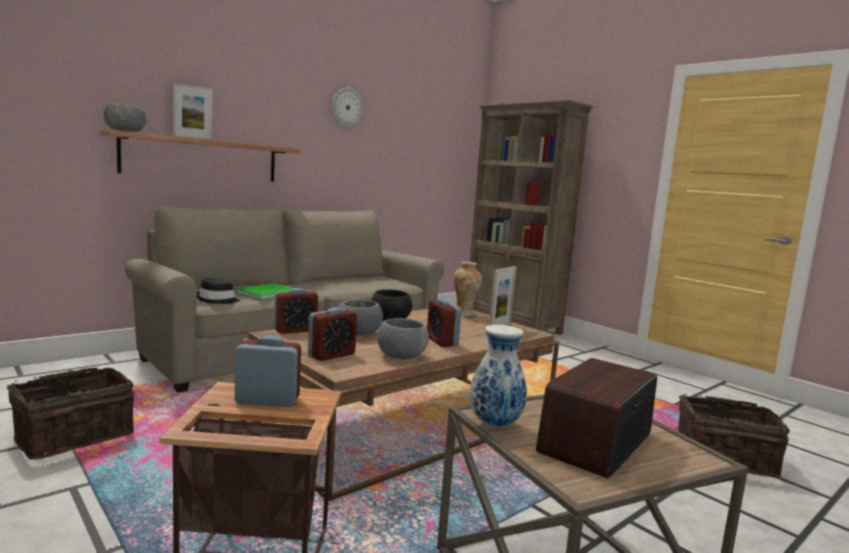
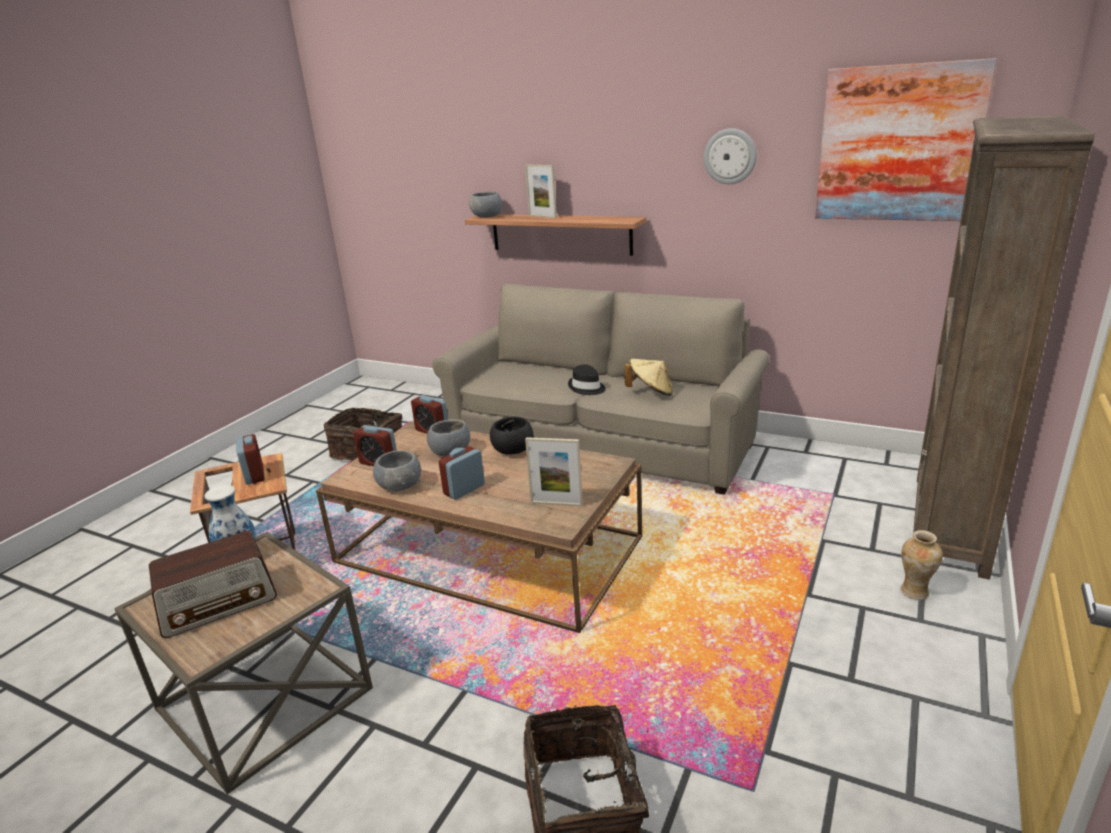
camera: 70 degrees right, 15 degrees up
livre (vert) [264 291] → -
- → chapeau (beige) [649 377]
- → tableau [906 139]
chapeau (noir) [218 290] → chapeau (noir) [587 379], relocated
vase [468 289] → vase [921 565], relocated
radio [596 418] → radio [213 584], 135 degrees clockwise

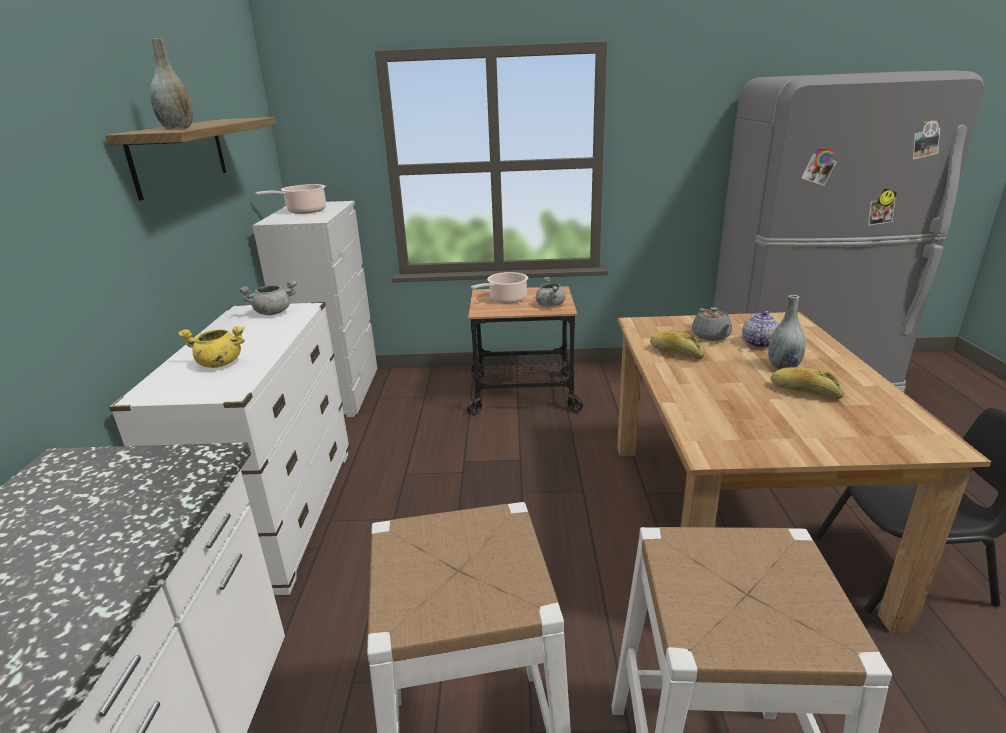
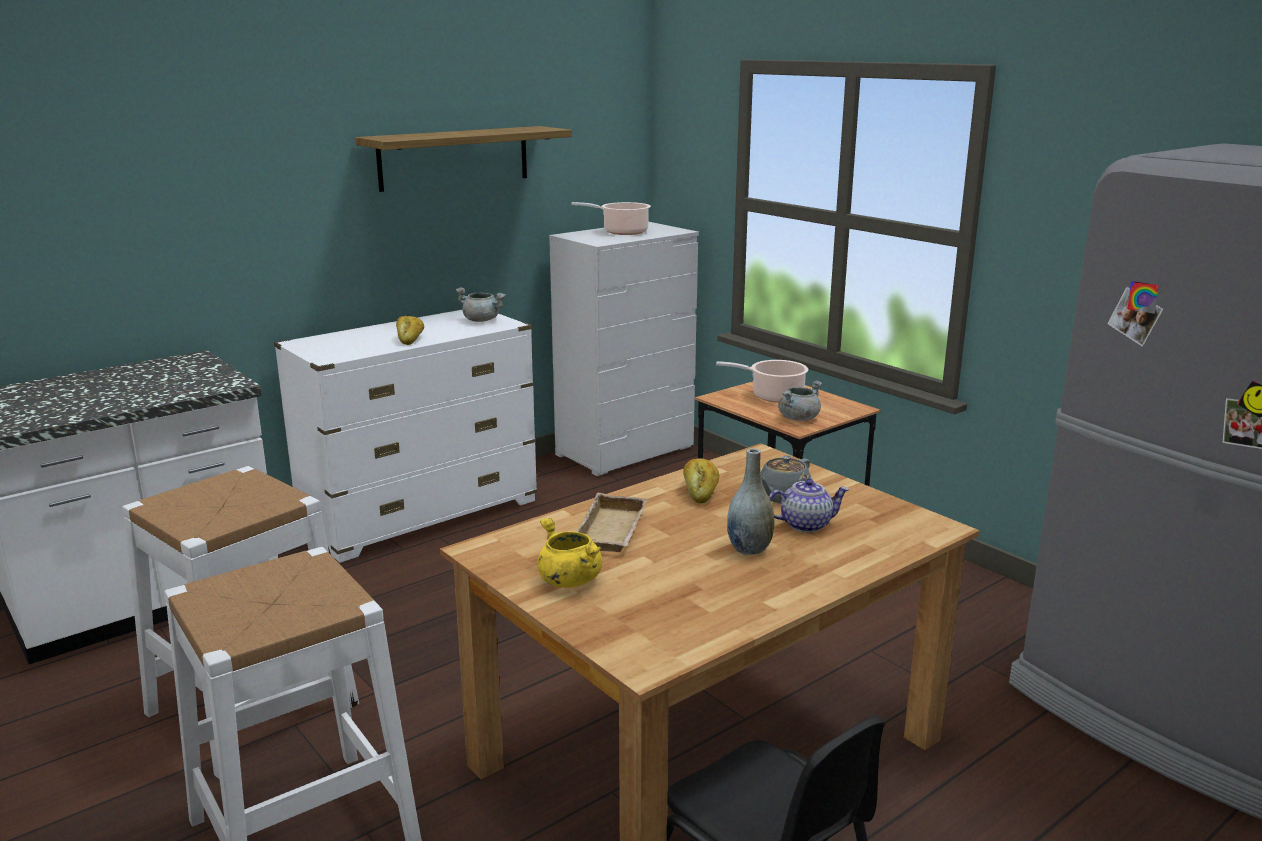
camera: 50 degrees right, 5 degrees down
vase (gris) [171 83] → -
- → plateau (beige) [612 522]
marmite (jaune) [211 347] → marmite (jaune) [569 553], relocated
pain [807 383] → pain [410 330], relocated

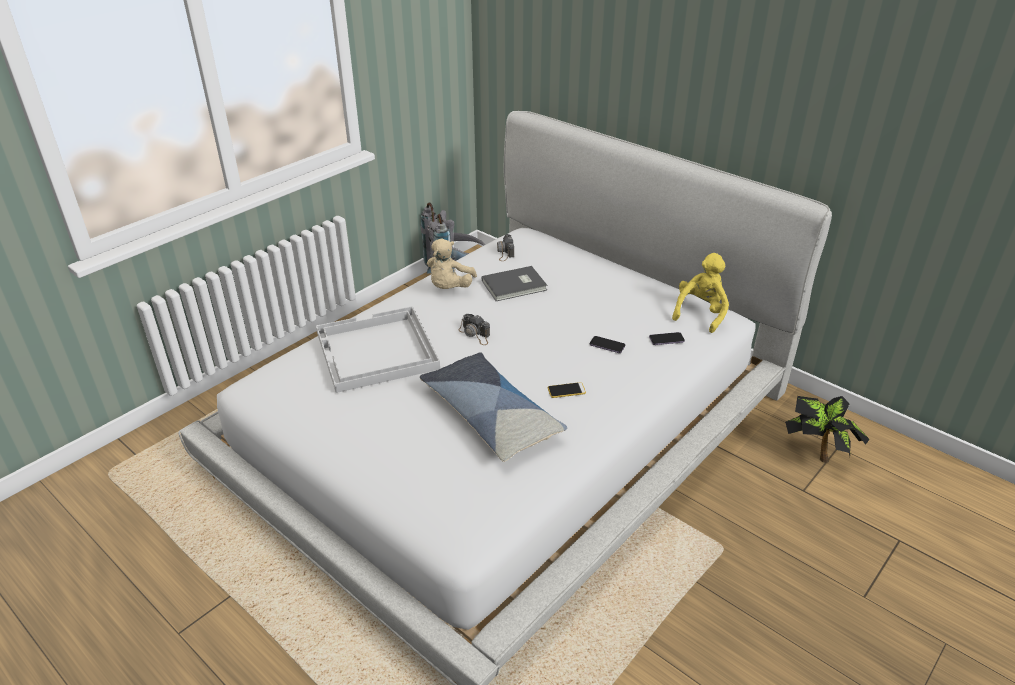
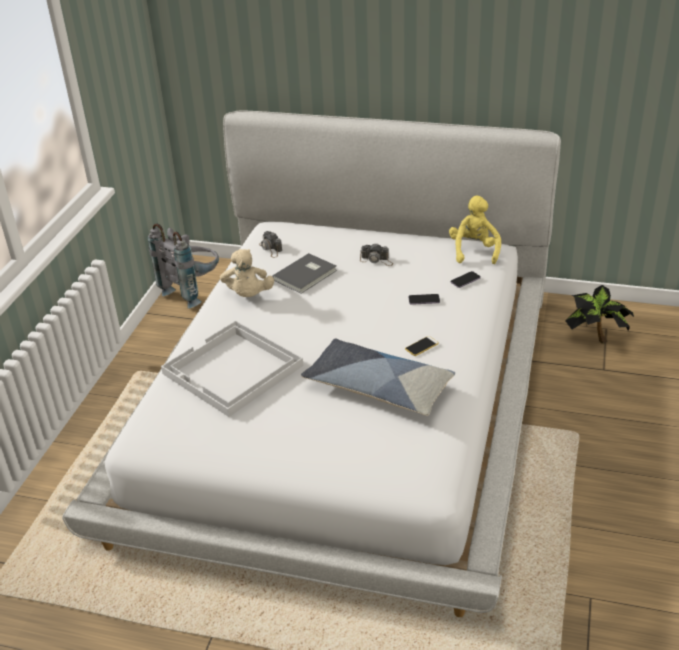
camera: 25 degrees left, 0 degrees up
appareil photo [474 329] → appareil photo [376 254], relocated

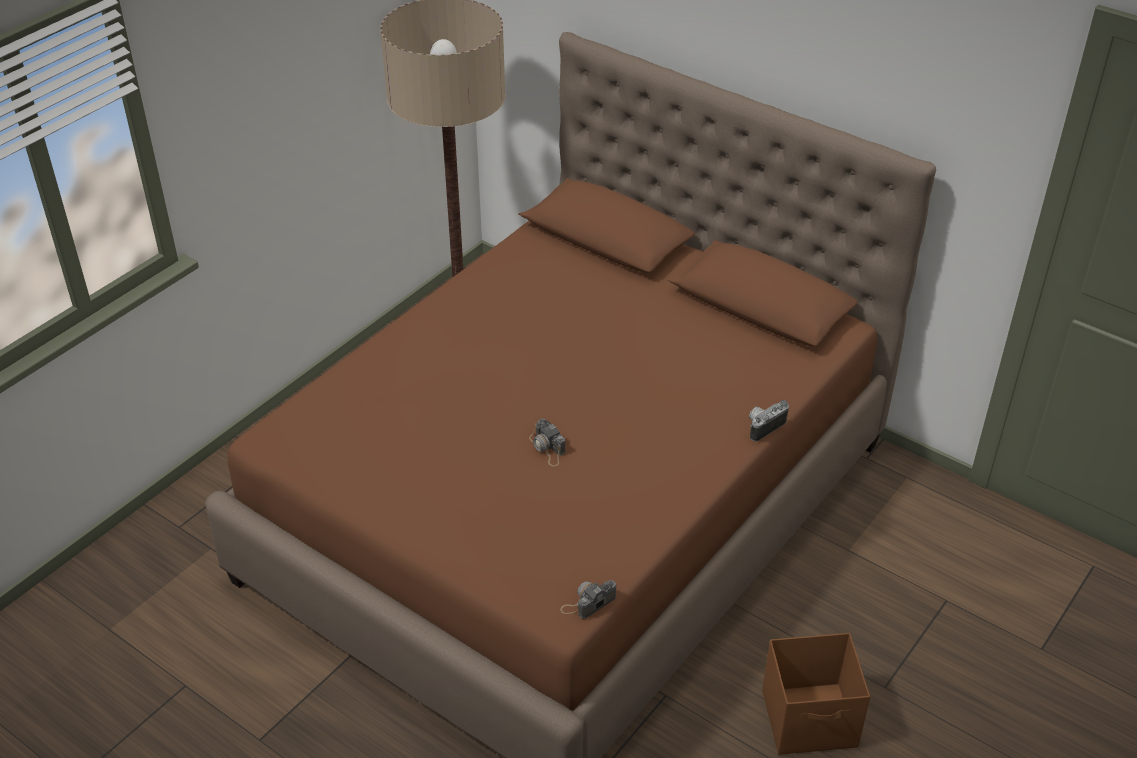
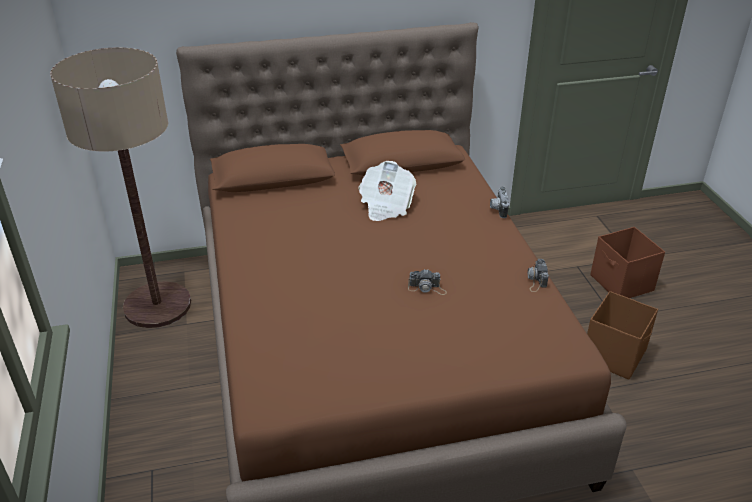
camera: 50 degrees left, 5 degrees down
- → journal [387 191]
- → boîte de rangement (marron) [627 262]
appareil photo [588 599] → appareil photo [538 275], relocated

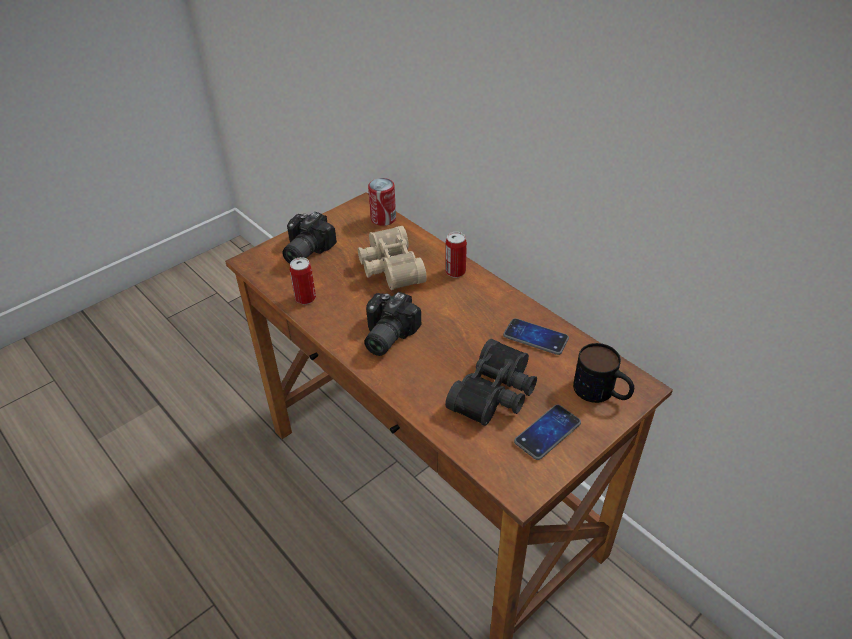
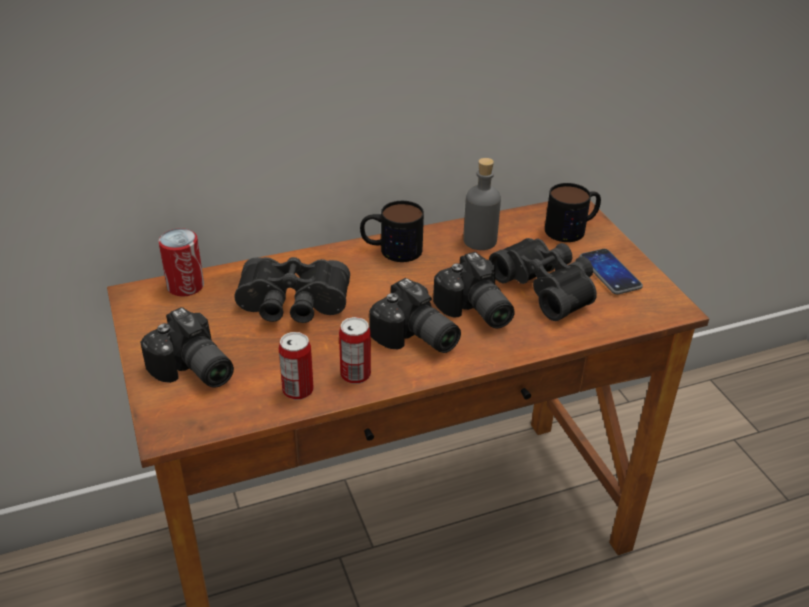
camera: 70 degrees left, 5 degrees down
- → mug [392 231]
- → appareil photo [474 290]
boîte métallique [456 255] → boîte métallique [355 350], relocated
téléphone [536 336] → bouteille (gris) [482 204]
jumelles (beige) [392 258] → jumelles (noir) [292 290]

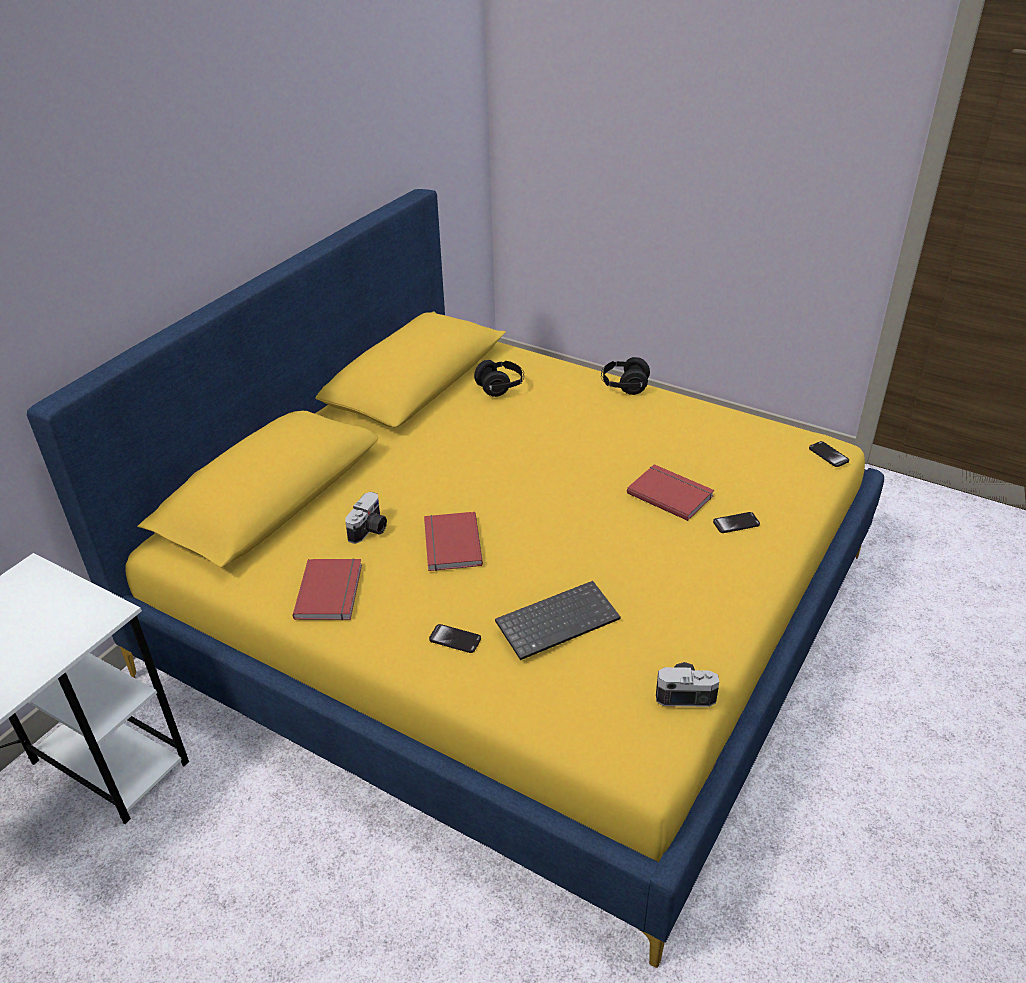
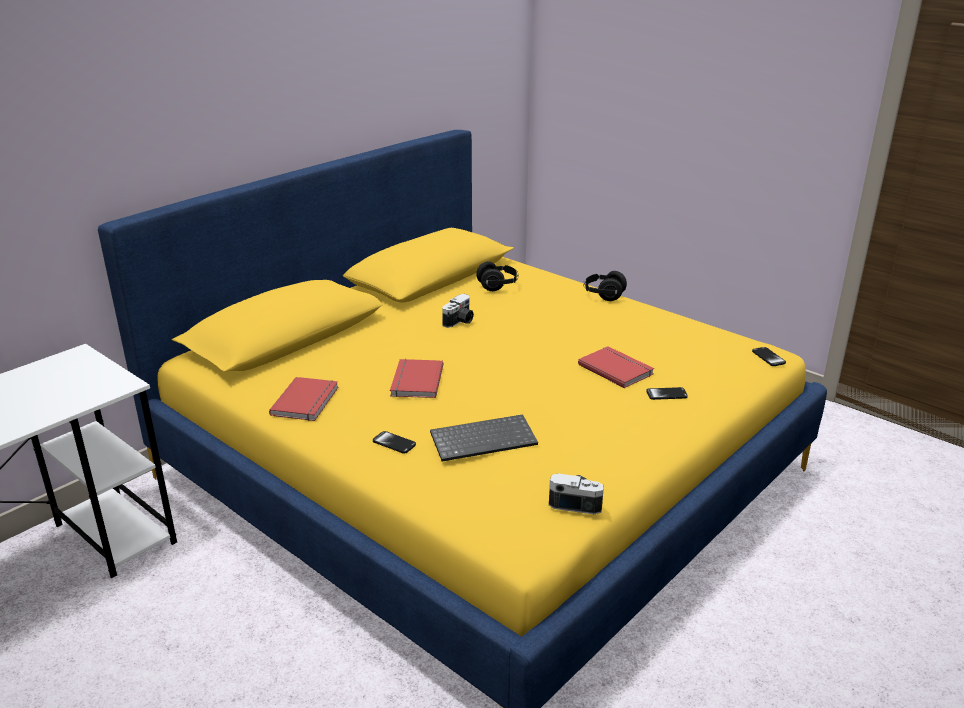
camera: 10 degrees right, 10 degrees down
appareil photo [366 518] → appareil photo [458 311], relocated

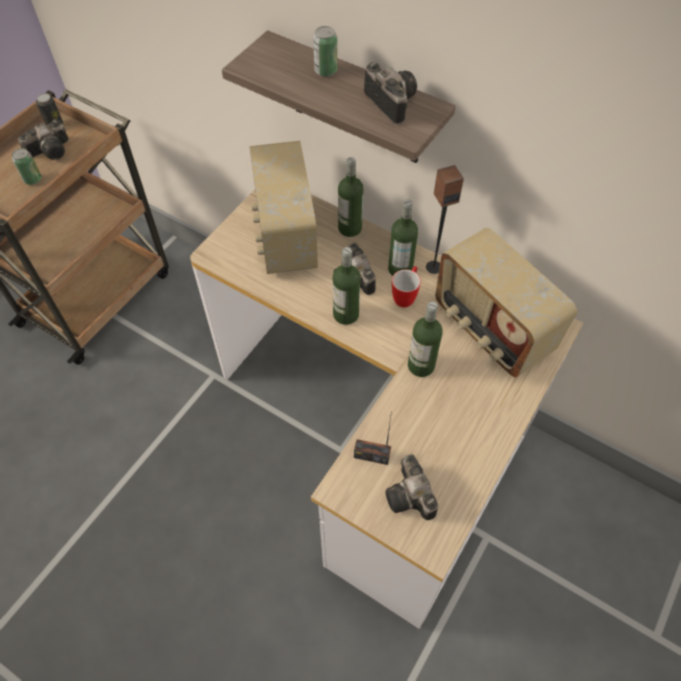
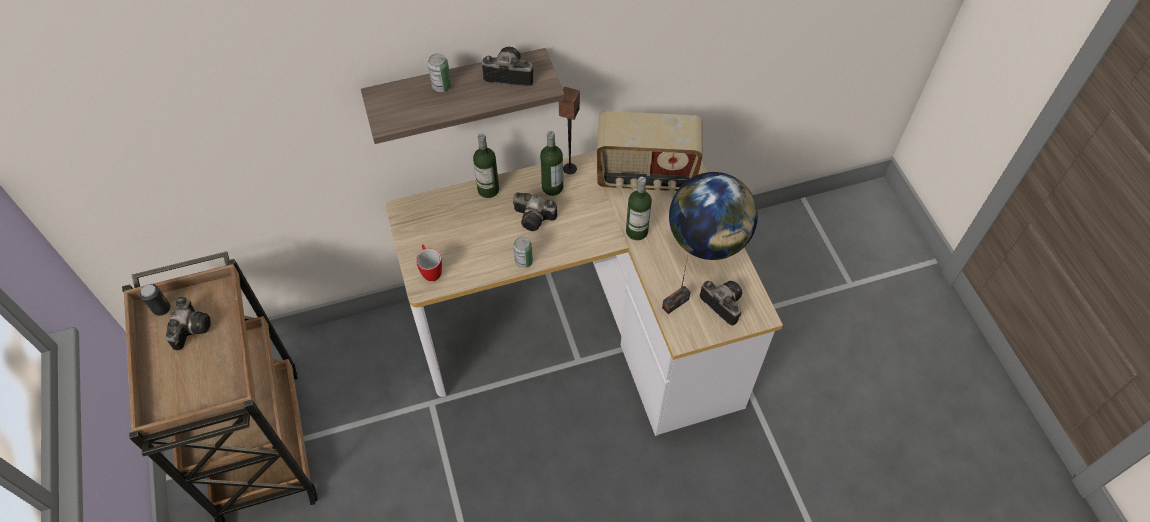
camera: 50 degrees left, 0 degrees up
radio [284 207] → -
bouteille [346 286] → -
- → globe [713 216]
boîte métallique [27 166] → boîte métallique [523 252], relocated
mug [406 286] → mug [429 262], relocated
appareil photo [411 487] → appareil photo [721 303], 150 degrees counterclockwise

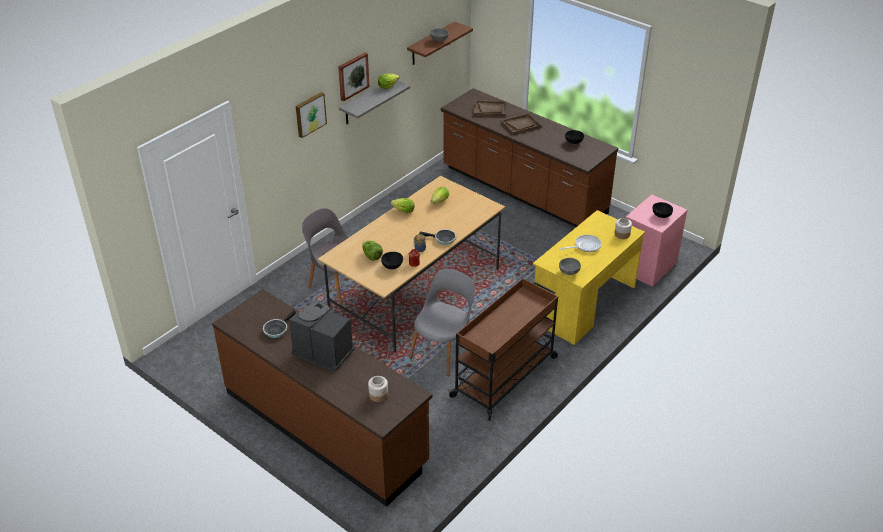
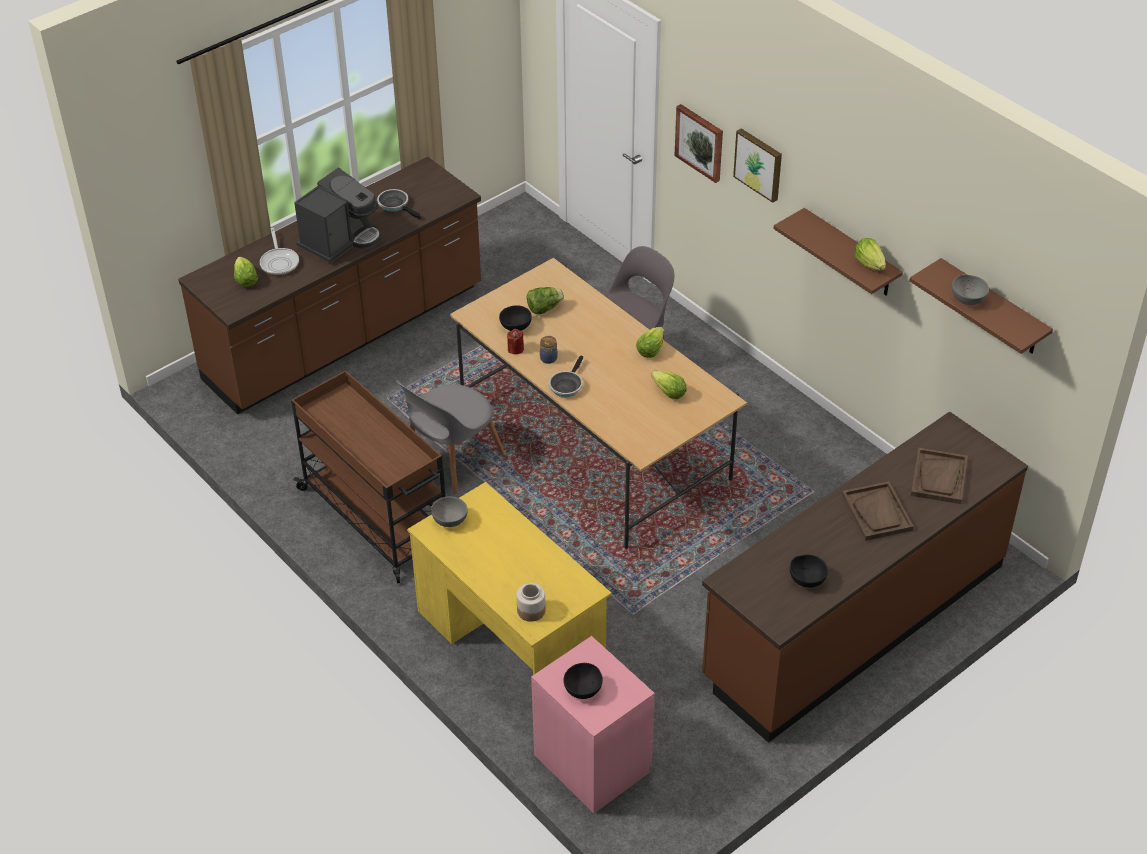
camera: 100 degrees right, 5 degrees up
tableau [354 77] → tableau [699 143], relocated
poêle [581 243] → poêle [279 251], relocated
bocal [378 389] → laitue [246 272]
étagère (gris) [374 102] → étagère (marron) [838 252]
chaise (gris) [442 322] → chaise (gris) [450 437], 90 degrees clockwise

